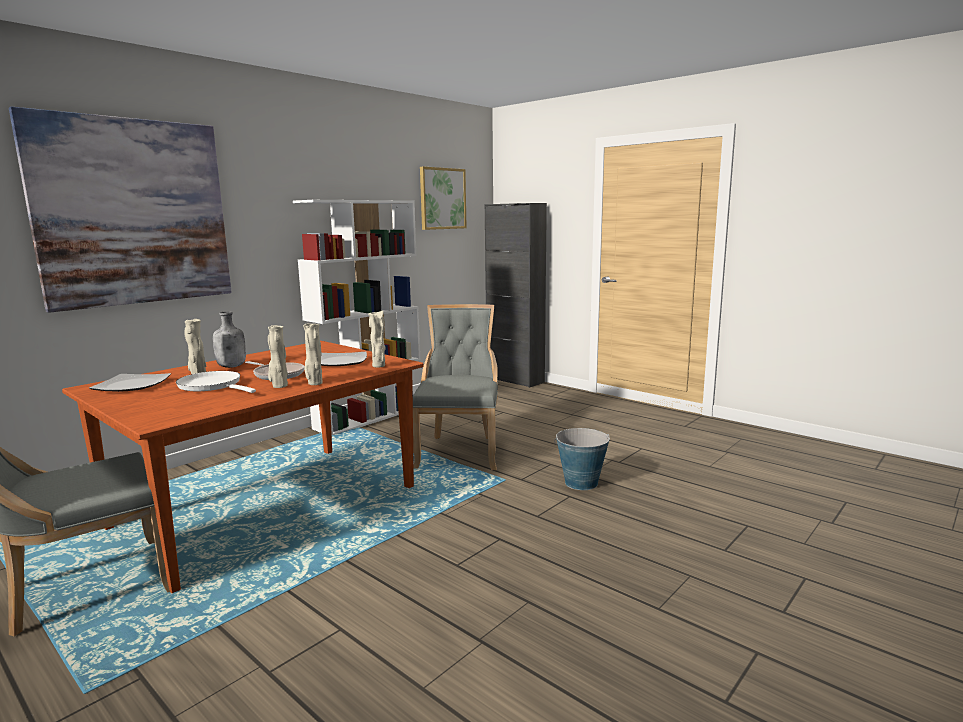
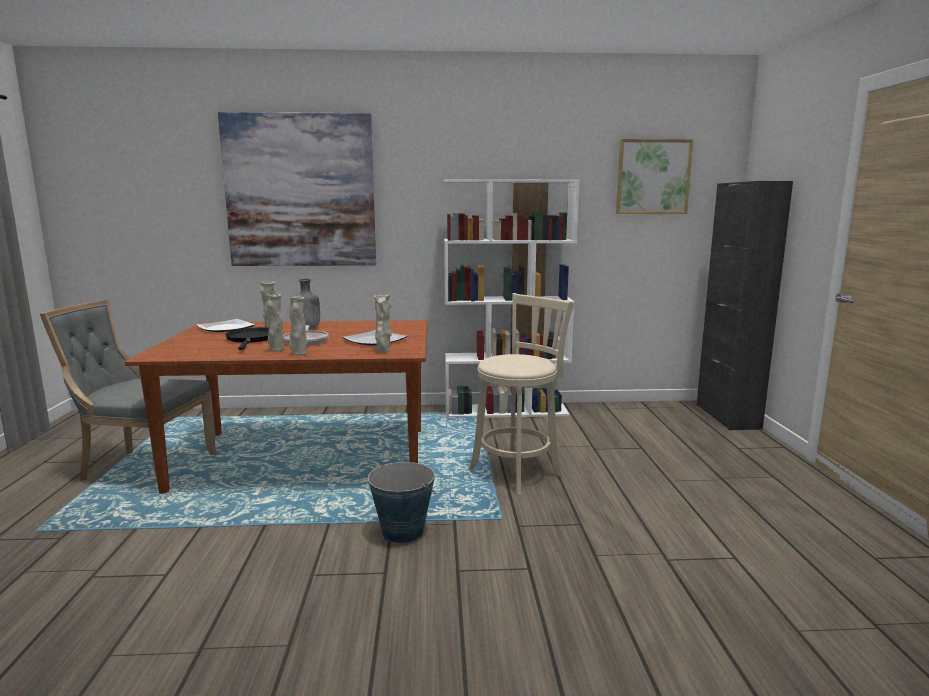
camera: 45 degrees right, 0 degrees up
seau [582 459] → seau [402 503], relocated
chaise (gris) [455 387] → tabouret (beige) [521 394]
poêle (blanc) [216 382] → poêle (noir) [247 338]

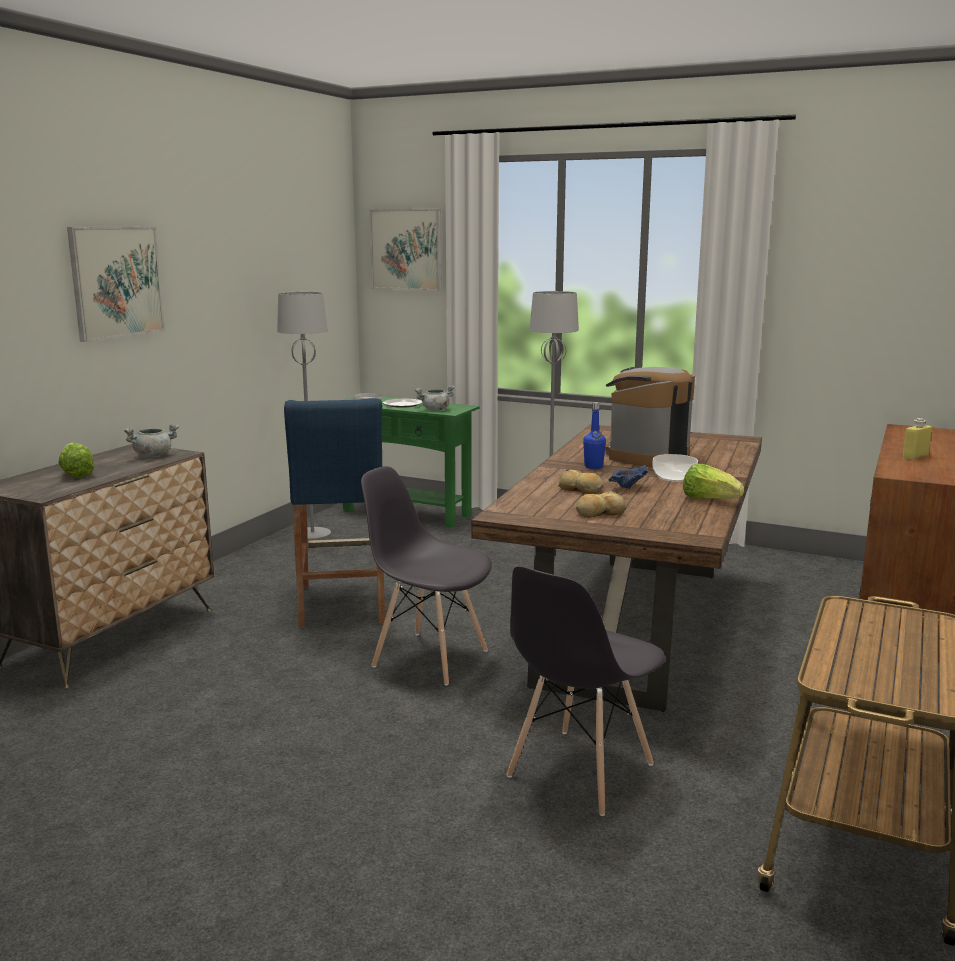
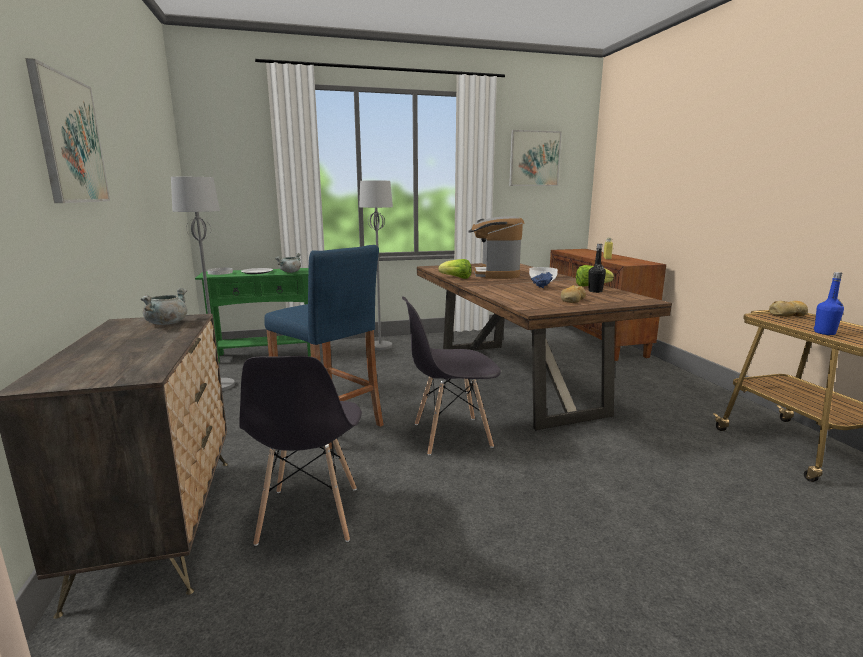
camera: 40 degrees left, 0 degrees up
- → bouteille (noir) [597 268]
laitue [77 460] → laitue [455 269], relocated
tableau [406 250] → tableau [535 158], relocated
chaise (gris) [585 691] → chaise (gris) [300 451], relocated
pain [580 482] → pain [788 309], relocated
bouteille (bleu) [594 435] → bouteille (bleu) [829 303], relocated

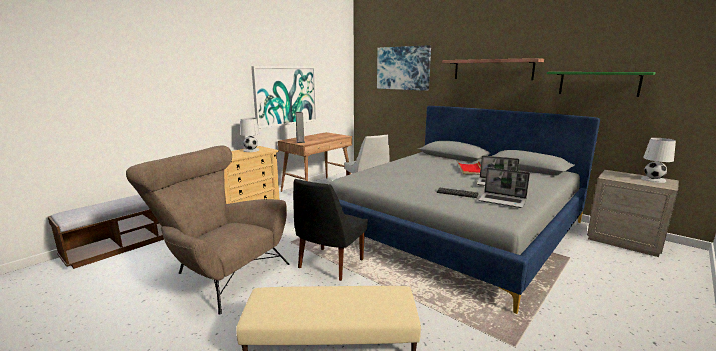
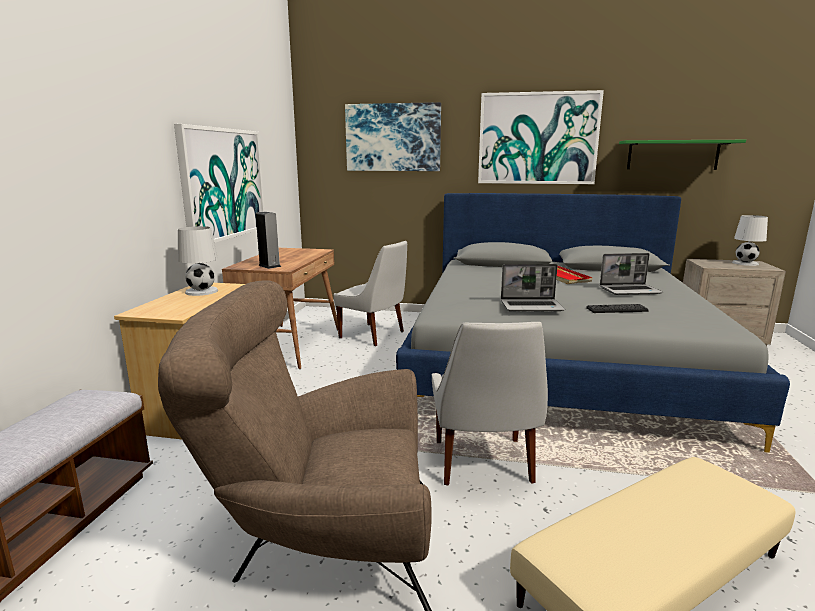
camera: 30 degrees left, 0 degrees up
ordinateur portable [504 187] → ordinateur portable [533 287], relocated
étagère [493 69] → tableau [541 137]
chaise (noir) [330 230] → chaise (blanc) [490 403]

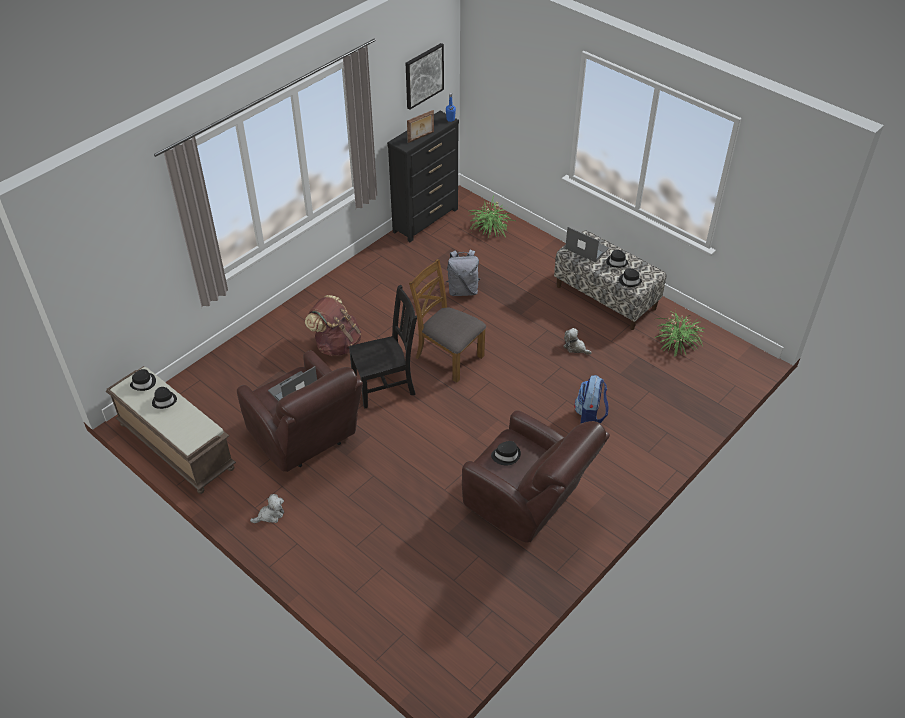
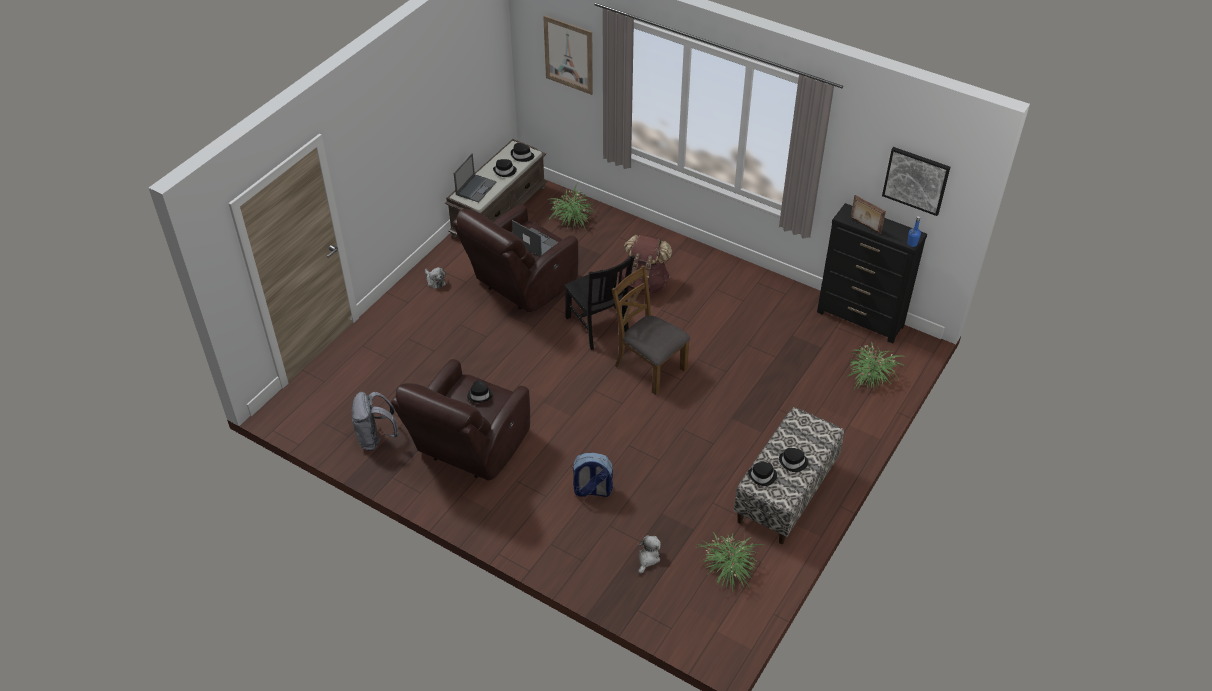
camera: 80 degrees right, 0 degrees up
- → tableau [568 55]
- → plante en pot [573 207]
sac à dos (gris) [463 273] → sac à dos (gris) [374 421], relocated
peluche [577 341] → peluche [649 554], relocated
ordinateur portable [587 244] → ordinateur portable [475 177], relocated
chaise (marron) [447 321] → chaise (marron) [651 330], 75 degrees counterclockwise

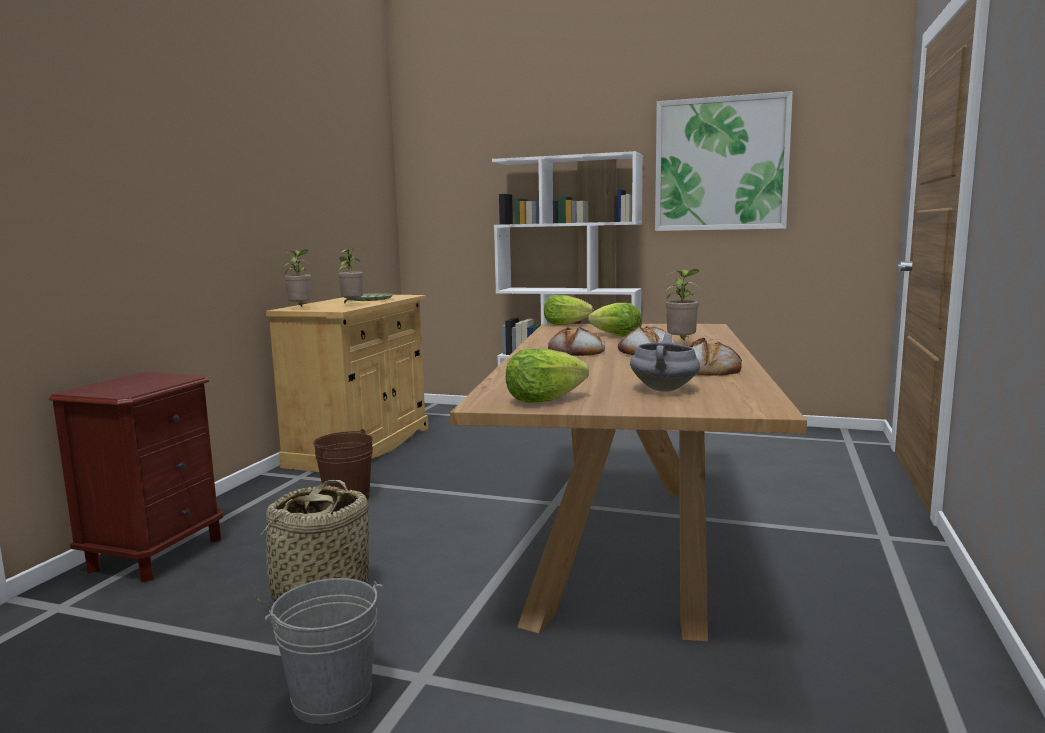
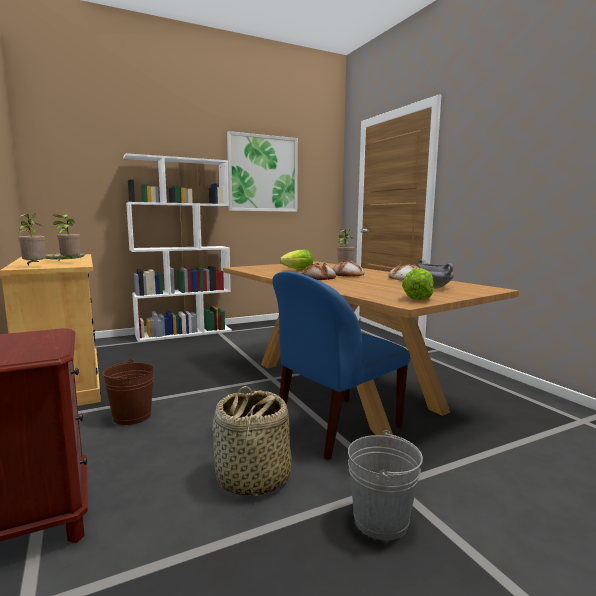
camera: 45 degrees left, 0 degrees up
laitue [569 310] → -
- → chaise (bleu) [341 365]

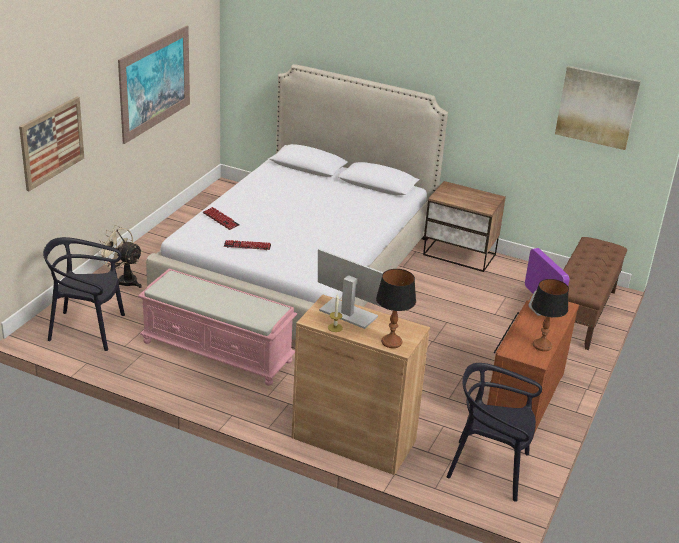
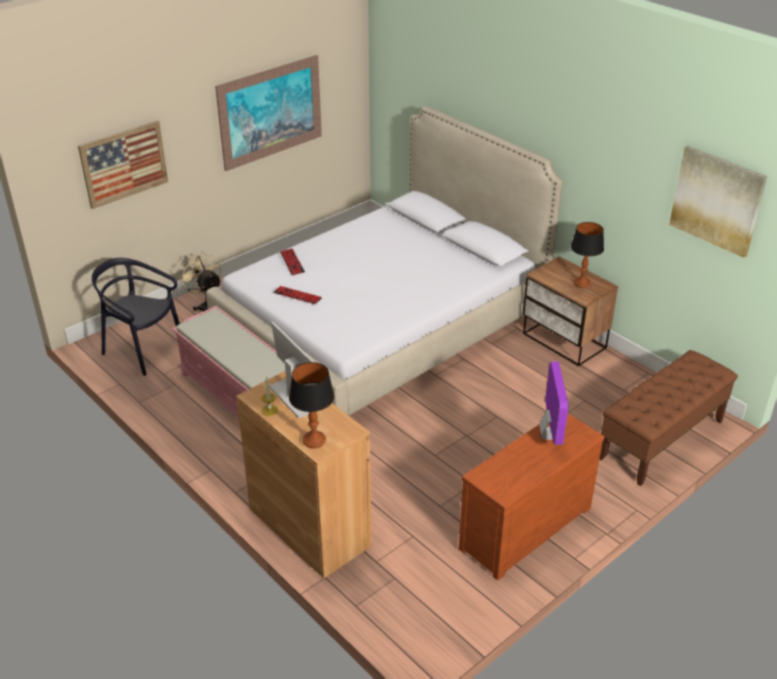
camera: 25 degrees right, 5 degrees up
chaise (noir) [494 432] → -
lampe de table [550 315] → lampe de table [587 255], relocated

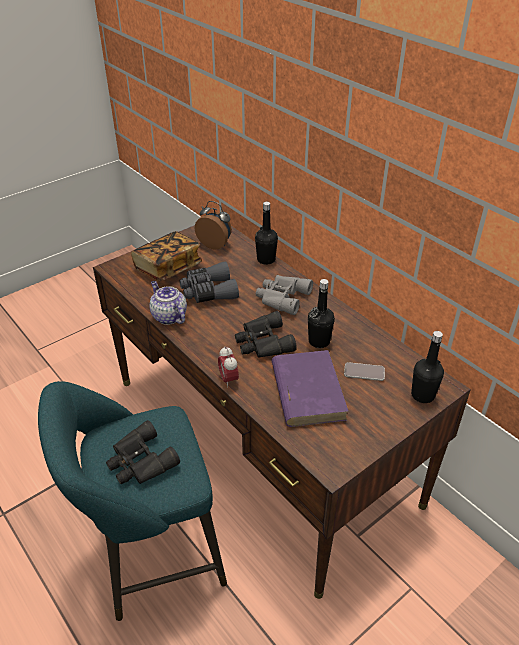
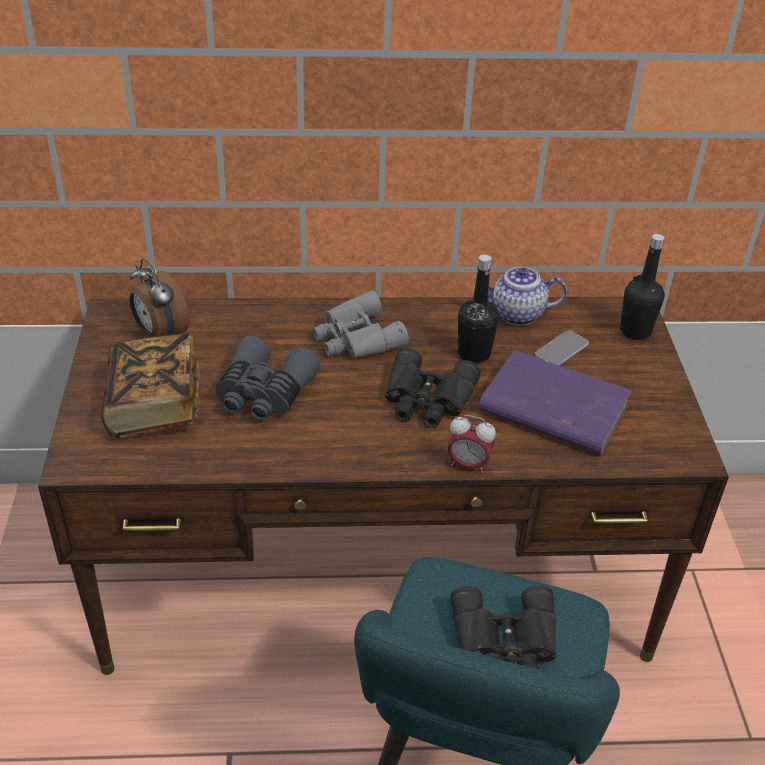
camera: 55 degrees left, 0 degrees up
bouteille (noir) [266 233] → -
théière [168 303] → théière [521 296], relocated
réveil [213 225] → réveil [159 298], 105 degrees counterclockwise

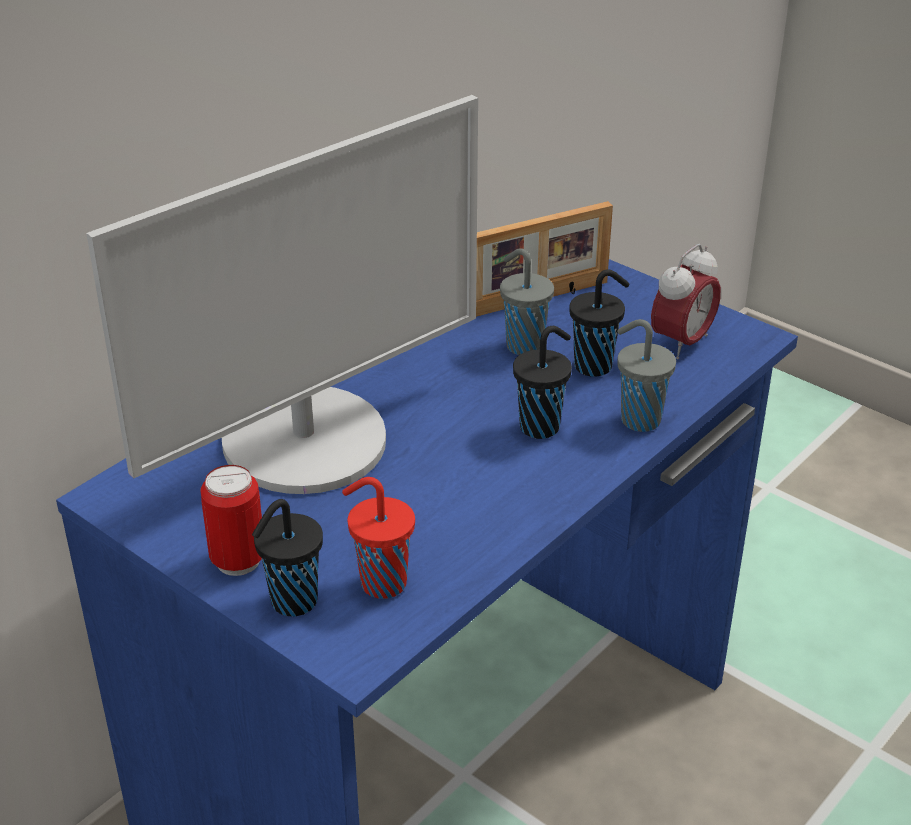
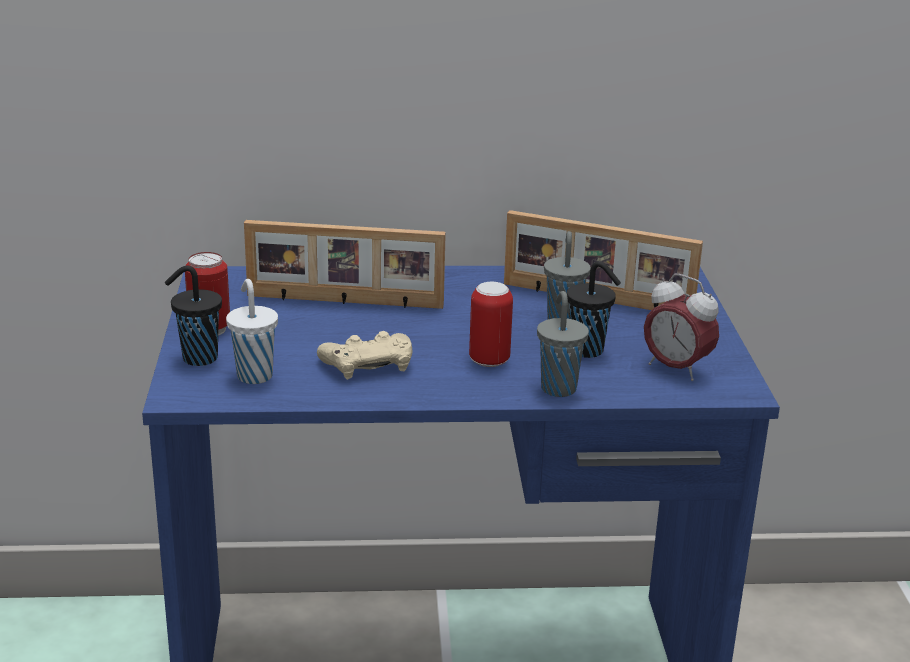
camera: 45 degrees right, 10 degrees down
- → manette (beige) [365 355]
écran d'ordinateur [282 294] → cadre photo [345 264]
tasse (noir) [542 382] → boîte métallique [491 324]
tasse (rouge) [378 538] → tasse (blanc) [252 331]
réveil [686 302] → réveil [681 327], 45 degrees clockwise

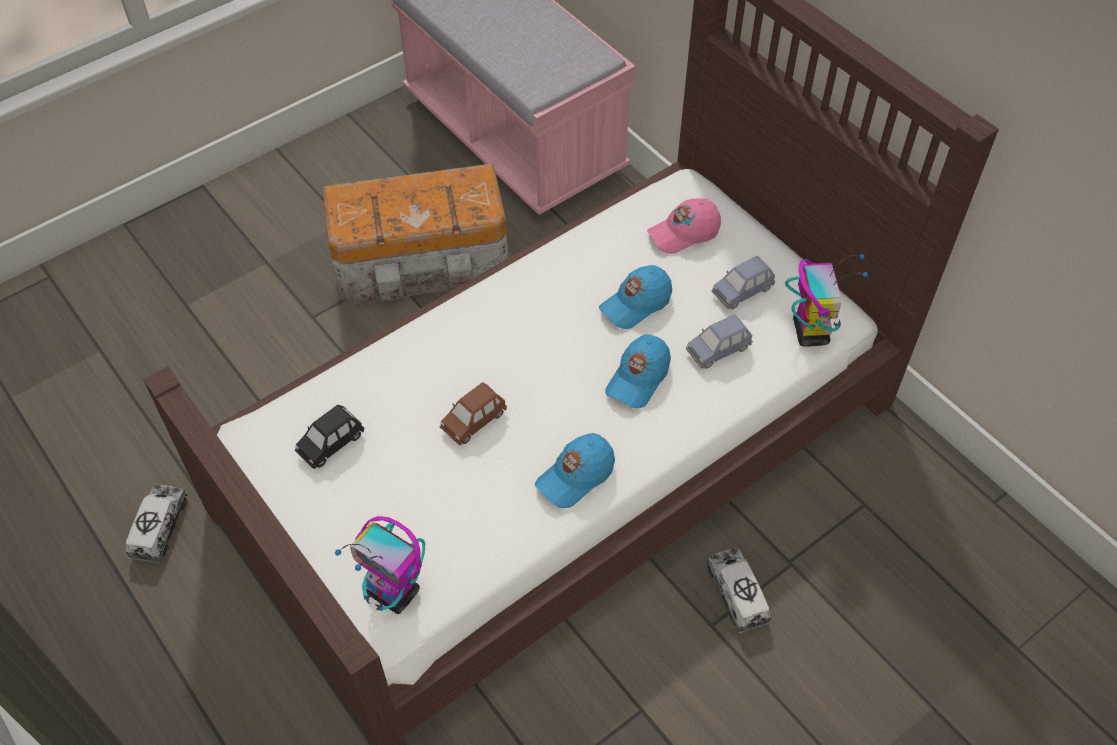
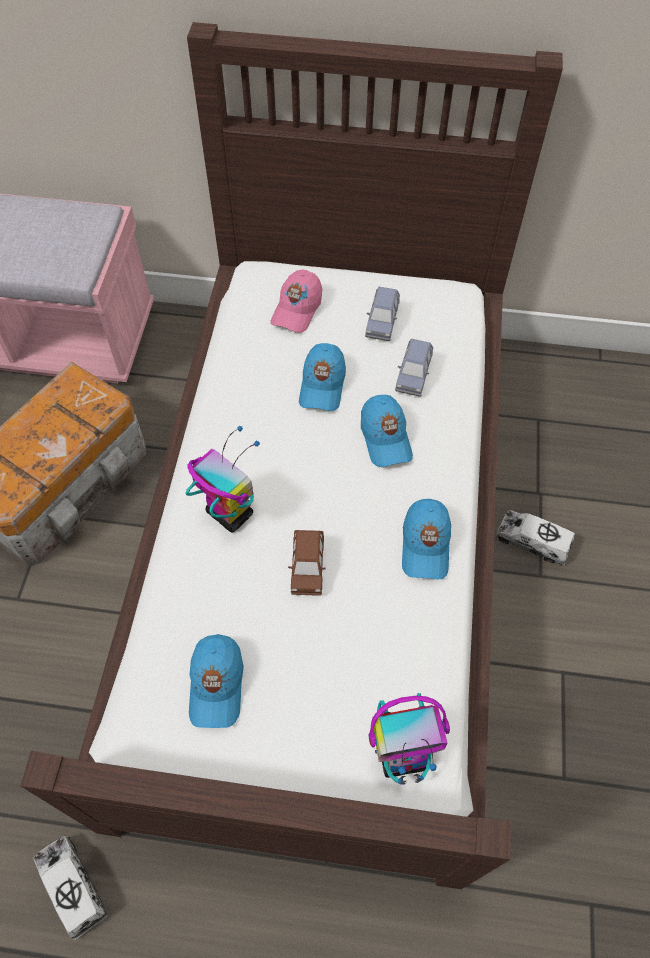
camera: 45 degrees left, 5 degrees up
robot jouet [826 300] → robot jouet [222 479], relocated
petite voiture (noir) [329 437] → casquette (bleu) [216 681]

